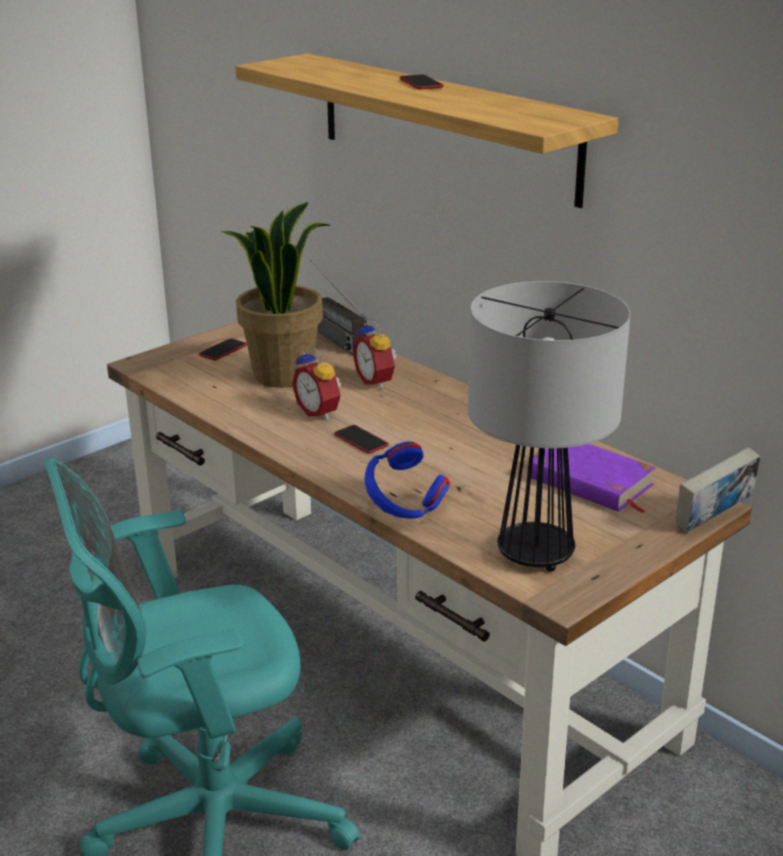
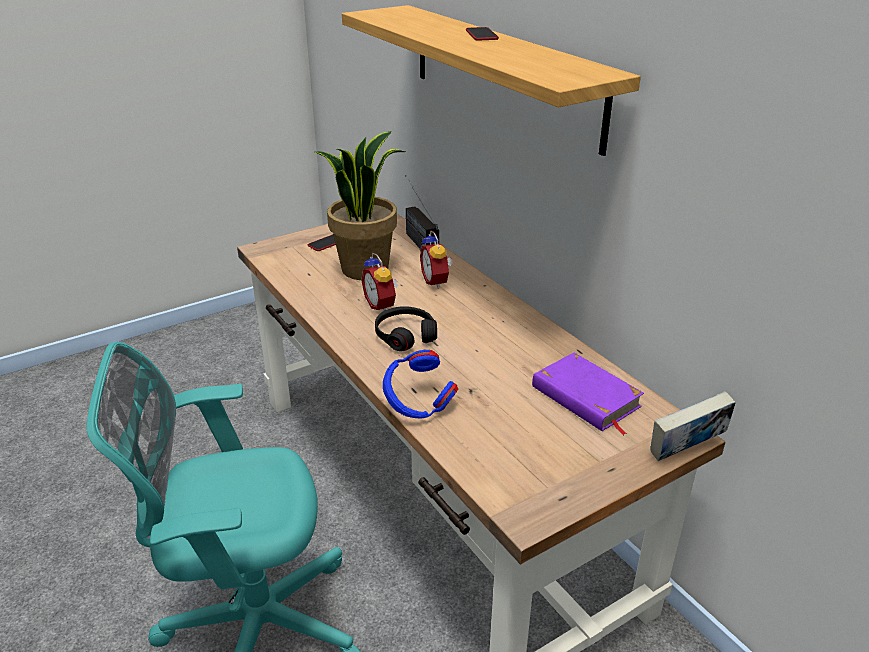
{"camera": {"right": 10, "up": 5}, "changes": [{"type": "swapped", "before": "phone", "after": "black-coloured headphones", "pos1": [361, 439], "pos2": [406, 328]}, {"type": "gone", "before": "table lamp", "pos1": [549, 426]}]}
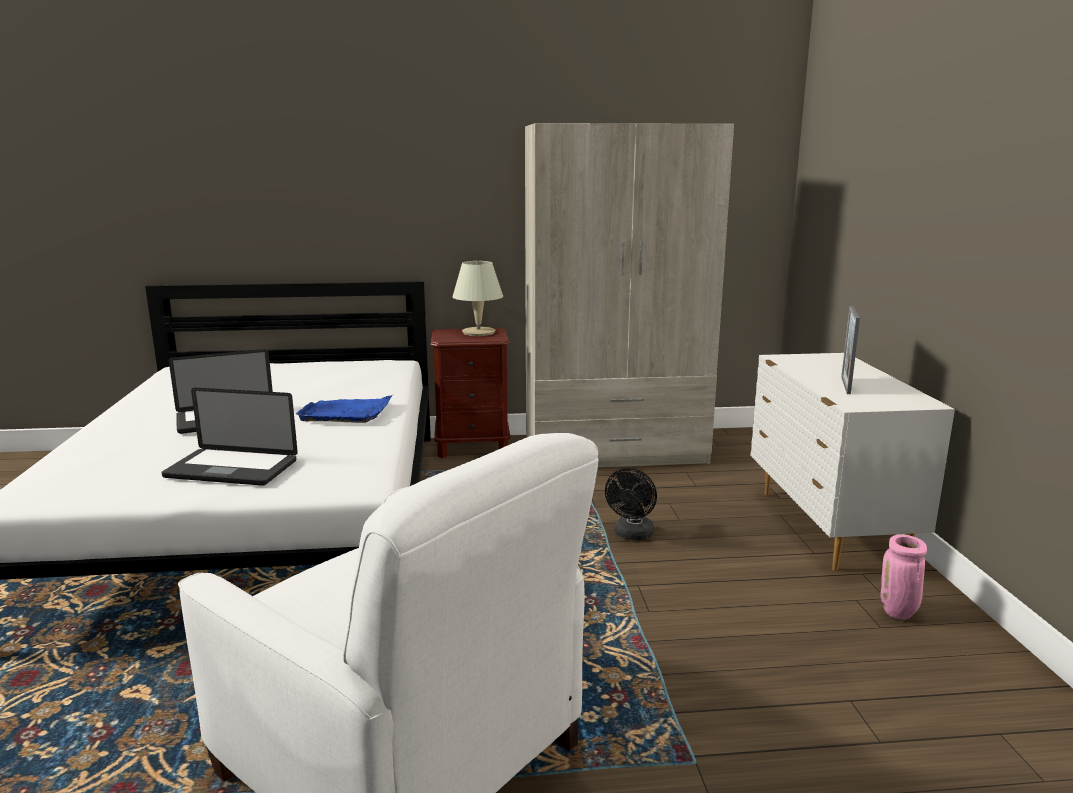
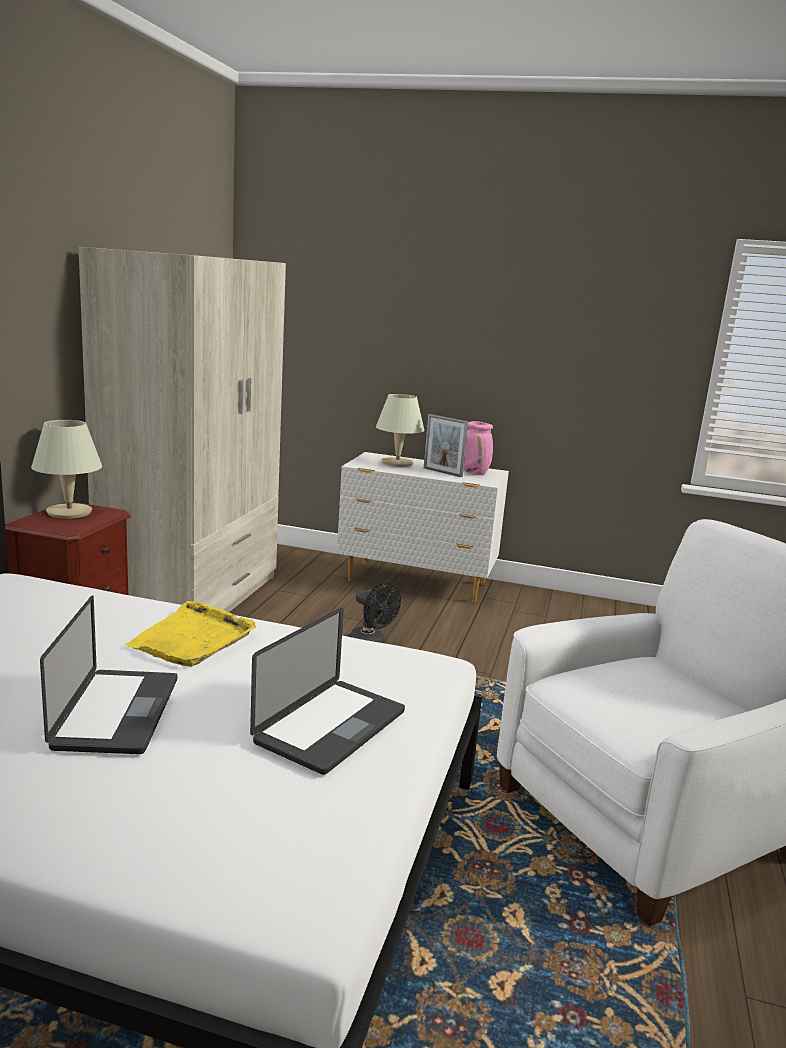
{"camera": {"right": -70, "up": 0}, "changes": [{"type": "repainted", "before": "blue tray", "after": "yellow-coloured tray", "pos1": [344, 409], "pos2": [190, 634]}, {"type": "shifted", "before": "pink flower vase", "pos1": [904, 577], "pos2": [478, 448]}, {"type": "new", "after": "sand-coloured table lamp", "pos2": [400, 430]}]}
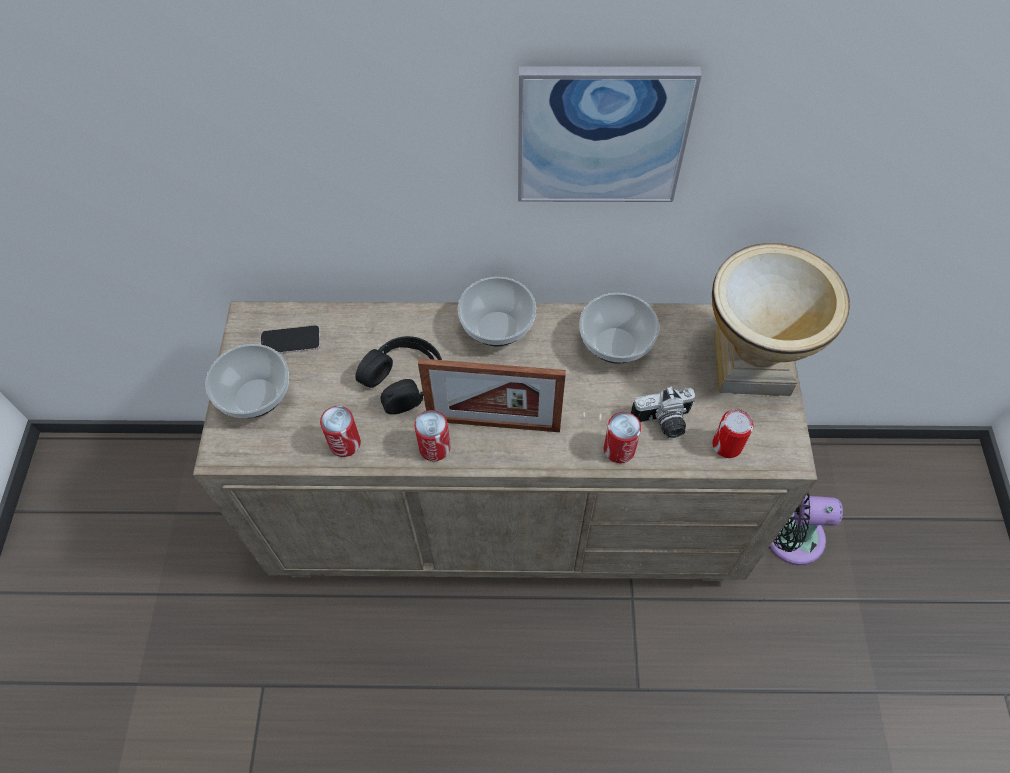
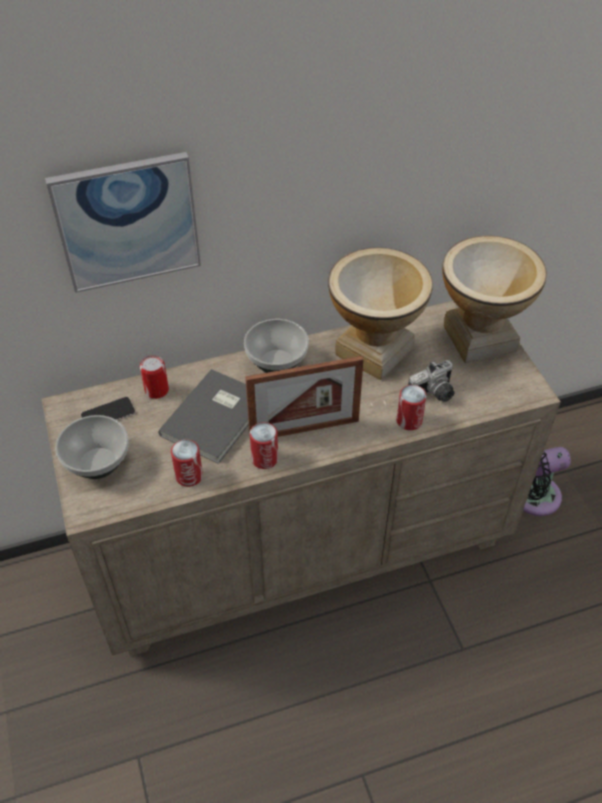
{"camera": {"right": -20, "up": -10}, "changes": [{"type": "swapped", "before": "black-coloured headphones", "after": "gray volume", "pos1": [399, 375], "pos2": [203, 416]}, {"type": "shifted", "before": "picture", "pos1": [610, 134], "pos2": [123, 222]}, {"type": "swapped", "before": "deep dish", "after": "flower vase", "pos1": [619, 328], "pos2": [380, 313]}, {"type": "shifted", "before": "sealed can", "pos1": [733, 433], "pos2": [154, 377]}]}
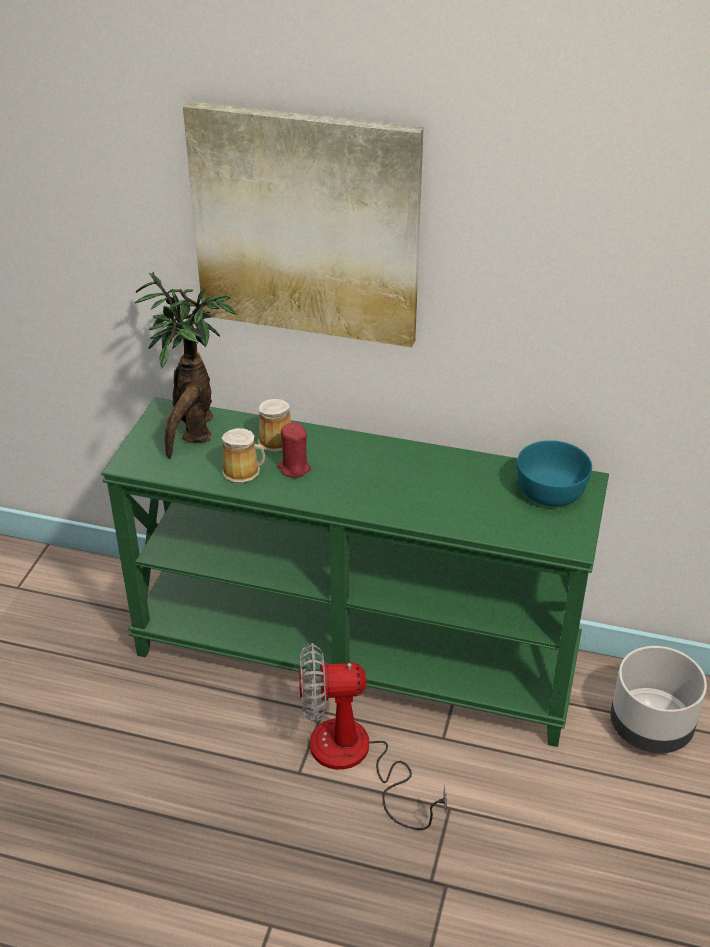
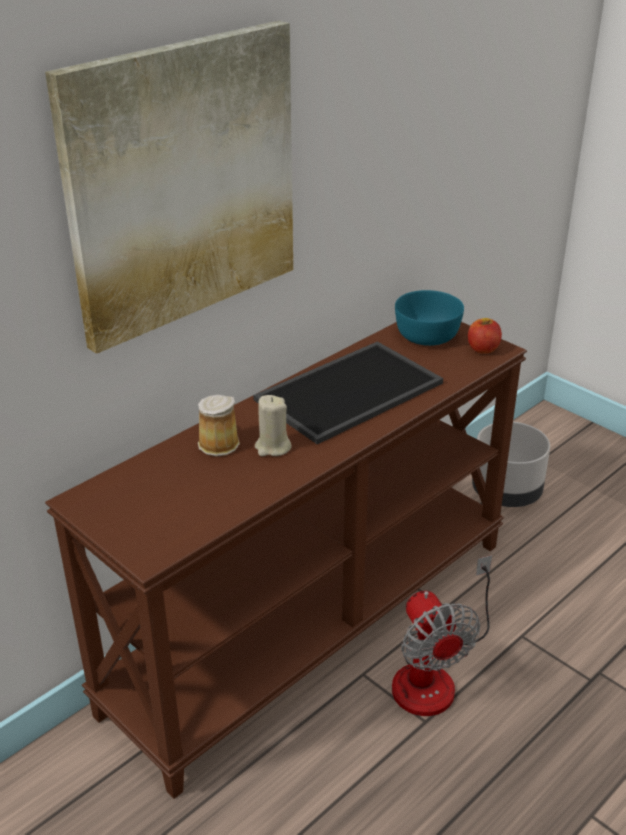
{"camera": {"right": -60, "up": -5}, "changes": [{"type": "repainted", "before": "green-coloured hall table", "after": "brownish hall table", "pos1": [355, 572], "pos2": [286, 560]}, {"type": "gone", "before": "plant in a pot", "pos1": [185, 365]}, {"type": "gone", "before": "mug", "pos1": [243, 455]}, {"type": "repainted", "before": "red candle", "after": "sand-coloured candle", "pos1": [294, 450], "pos2": [273, 425]}, {"type": "rotated", "before": "fan", "pos1": [373, 736], "pos2": [442, 635], "turn": -45}, {"type": "new", "after": "tray", "pos2": [348, 392]}, {"type": "new", "after": "whole apple", "pos2": [485, 336]}]}
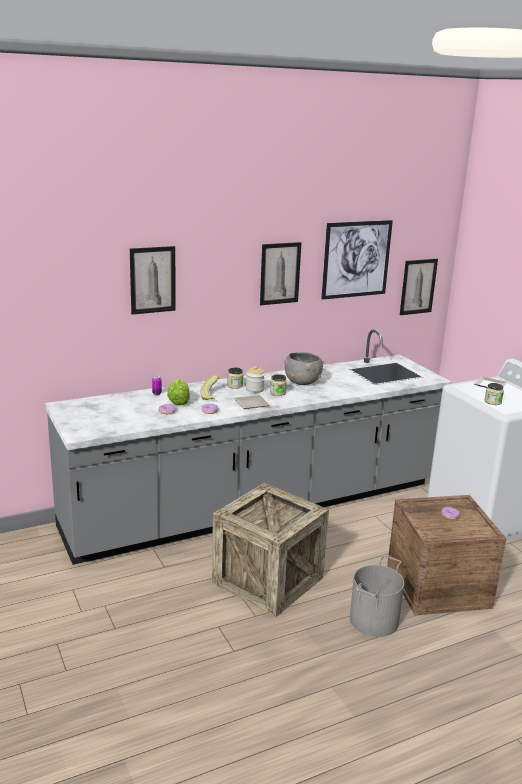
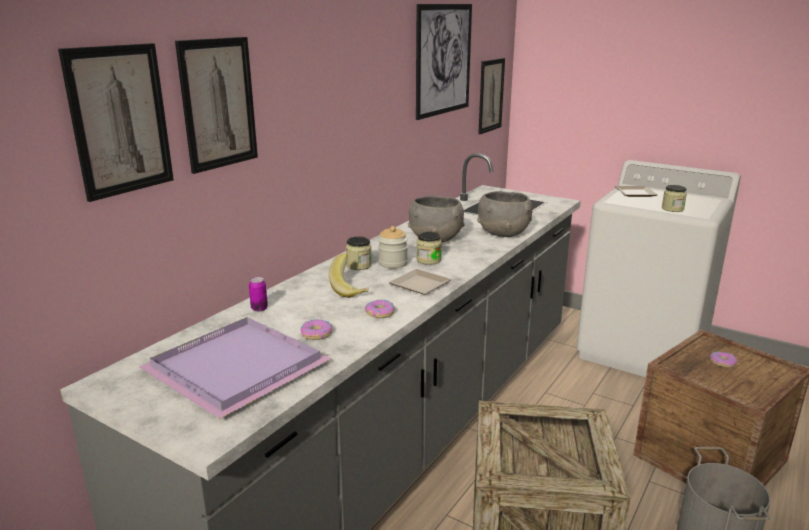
{"camera": {"right": -30, "up": 0}, "changes": [{"type": "gone", "before": "lettuce head", "pos1": [178, 392]}, {"type": "shifted", "before": "picture", "pos1": [280, 273], "pos2": [116, 122]}, {"type": "new", "after": "purple-coloured tray", "pos2": [236, 368]}, {"type": "new", "after": "gray deep dish", "pos2": [504, 214]}]}
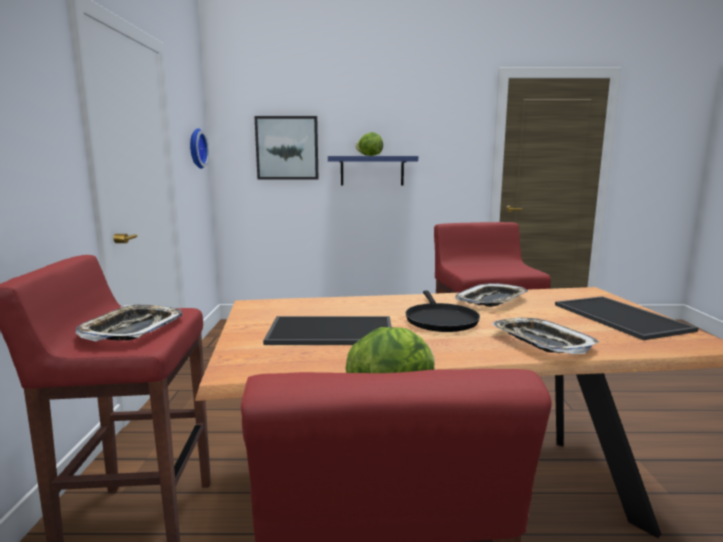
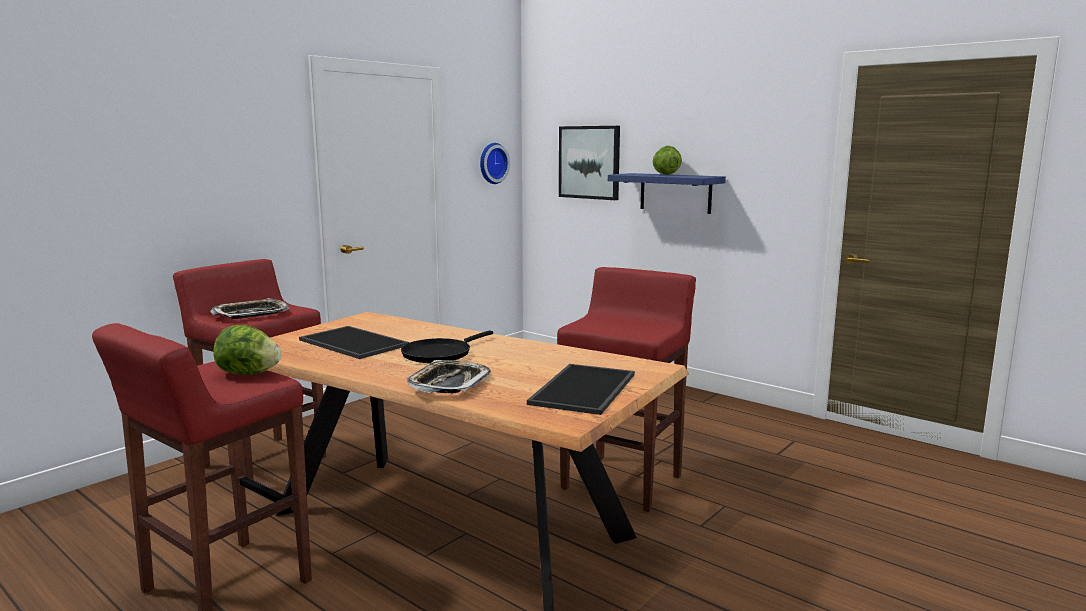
{"camera": {"right": 40, "up": 0}, "changes": [{"type": "gone", "before": "tray", "pos1": [491, 295]}]}
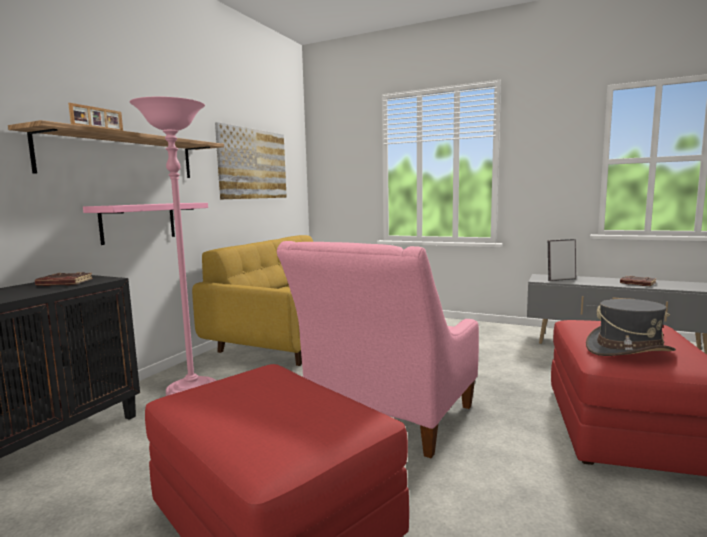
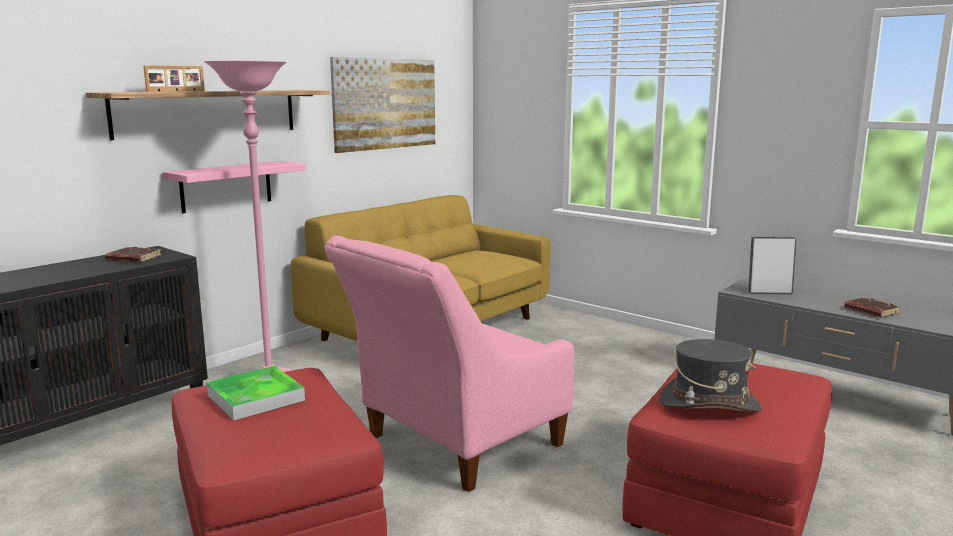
{"camera": {"right": 15, "up": 5}, "changes": [{"type": "new", "after": "tray", "pos2": [255, 393]}]}
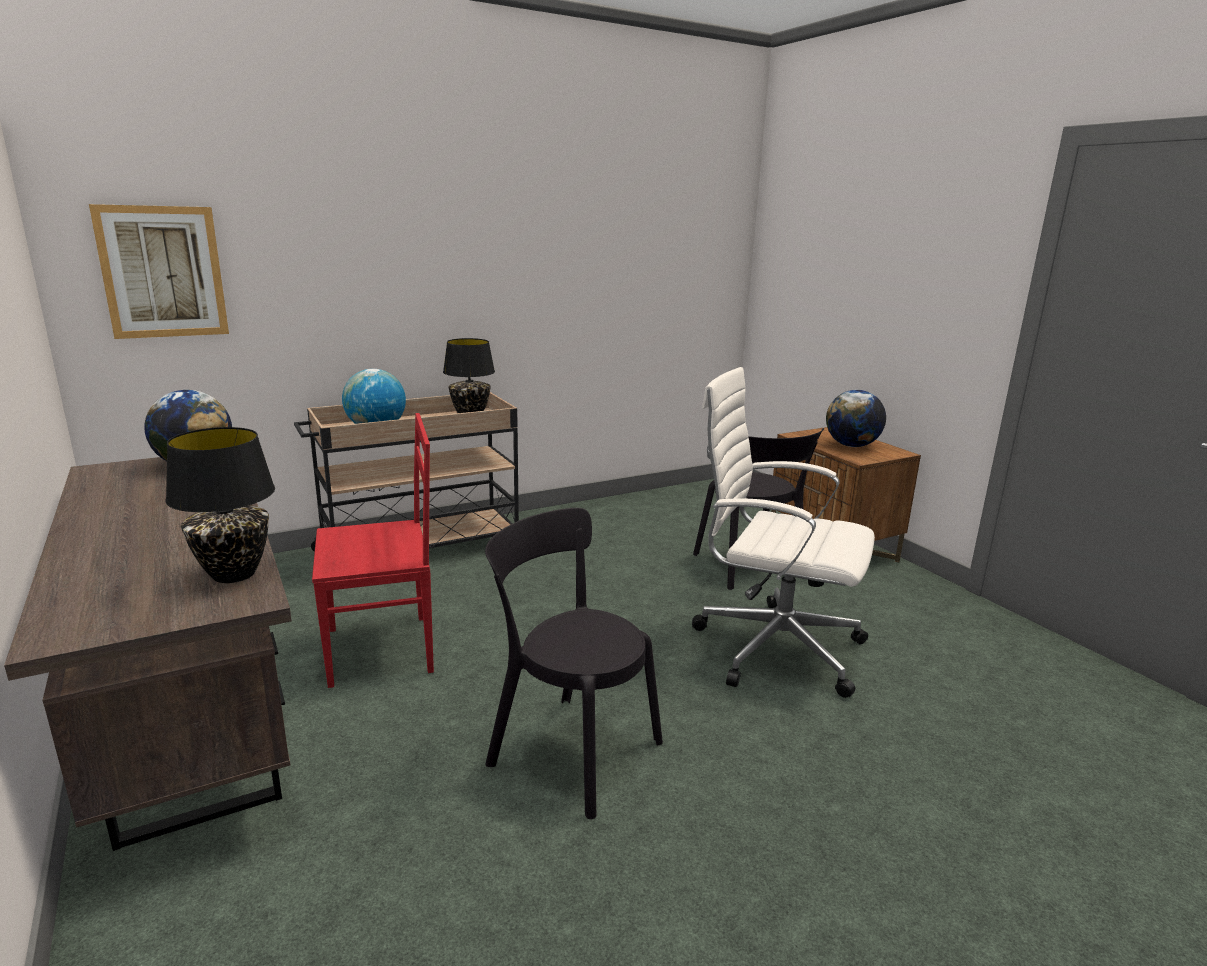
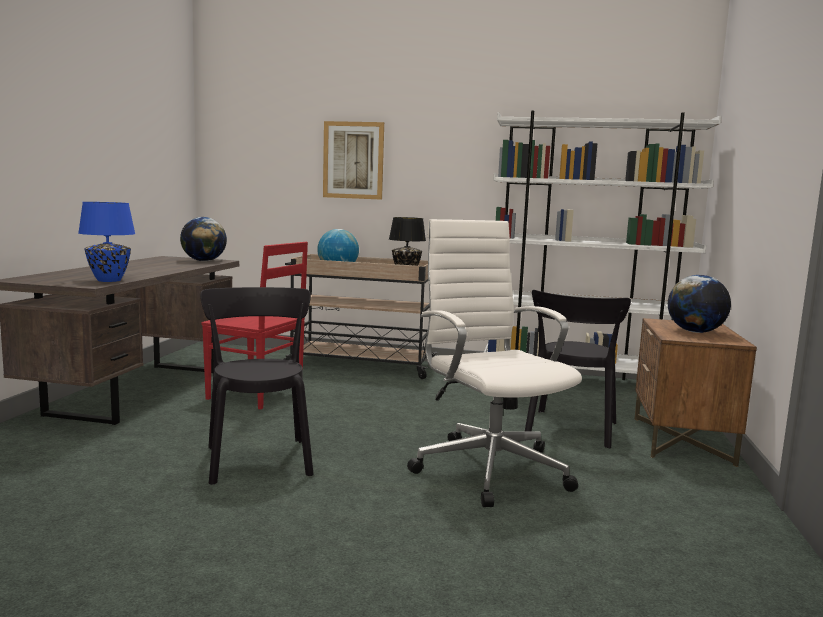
{"camera": {"right": 40, "up": -10}, "changes": [{"type": "shifted", "before": "picture", "pos1": [159, 271], "pos2": [353, 160]}, {"type": "repainted", "before": "black-coloured table lamp", "after": "blue table lamp", "pos1": [220, 505], "pos2": [107, 242]}, {"type": "new", "after": "white shelving unit", "pos2": [602, 245]}]}
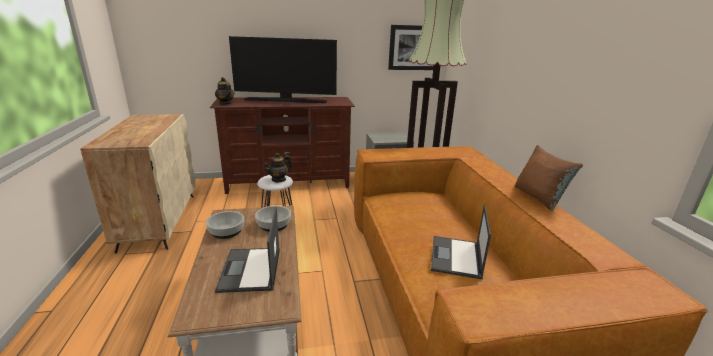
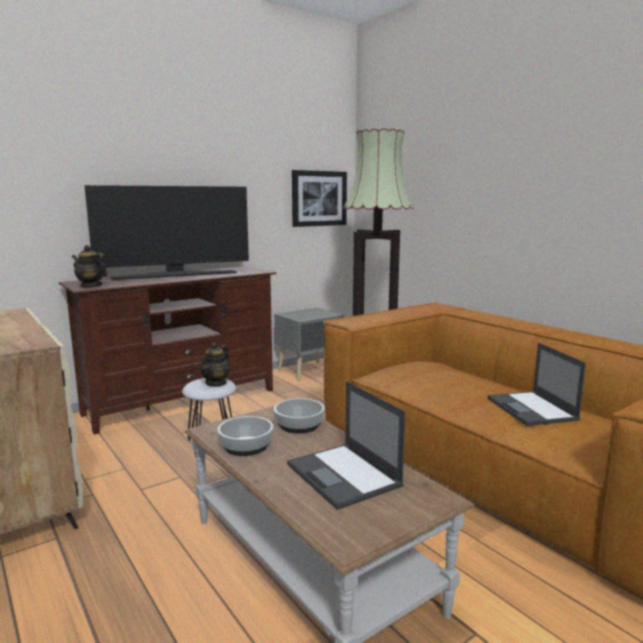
{"camera": {"right": -25, "up": -10}, "changes": [{"type": "gone", "before": "brownish pillow", "pos1": [549, 178]}]}
